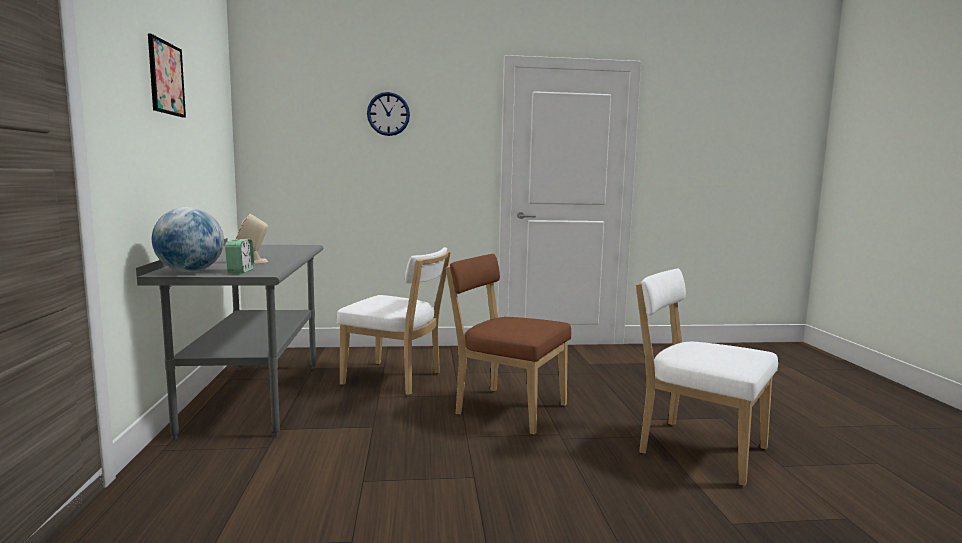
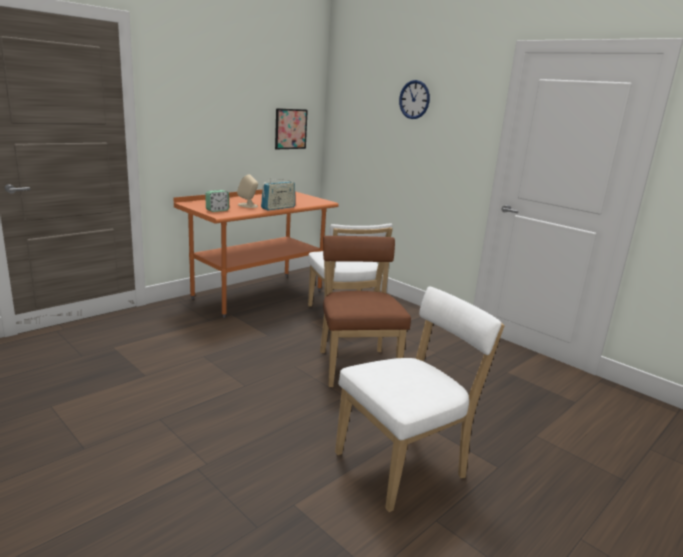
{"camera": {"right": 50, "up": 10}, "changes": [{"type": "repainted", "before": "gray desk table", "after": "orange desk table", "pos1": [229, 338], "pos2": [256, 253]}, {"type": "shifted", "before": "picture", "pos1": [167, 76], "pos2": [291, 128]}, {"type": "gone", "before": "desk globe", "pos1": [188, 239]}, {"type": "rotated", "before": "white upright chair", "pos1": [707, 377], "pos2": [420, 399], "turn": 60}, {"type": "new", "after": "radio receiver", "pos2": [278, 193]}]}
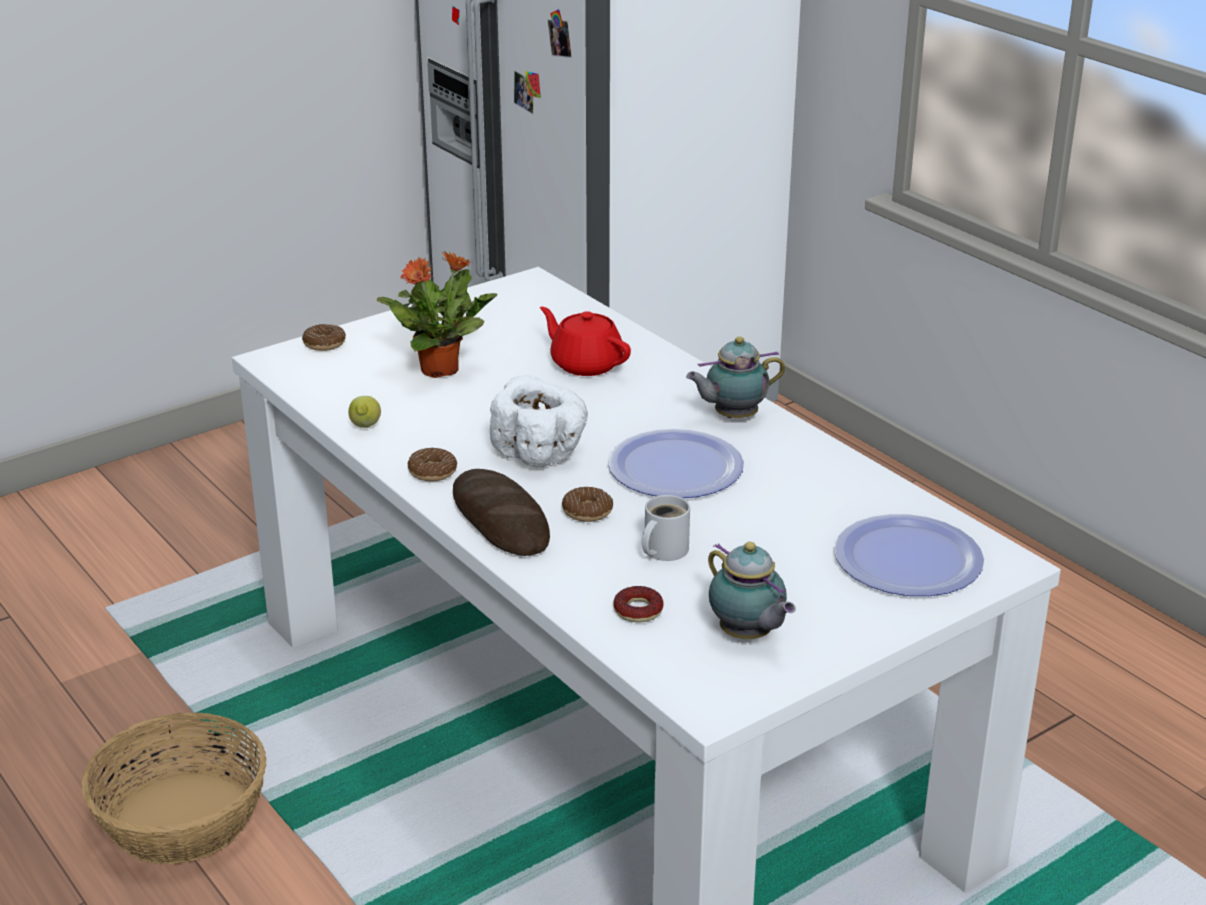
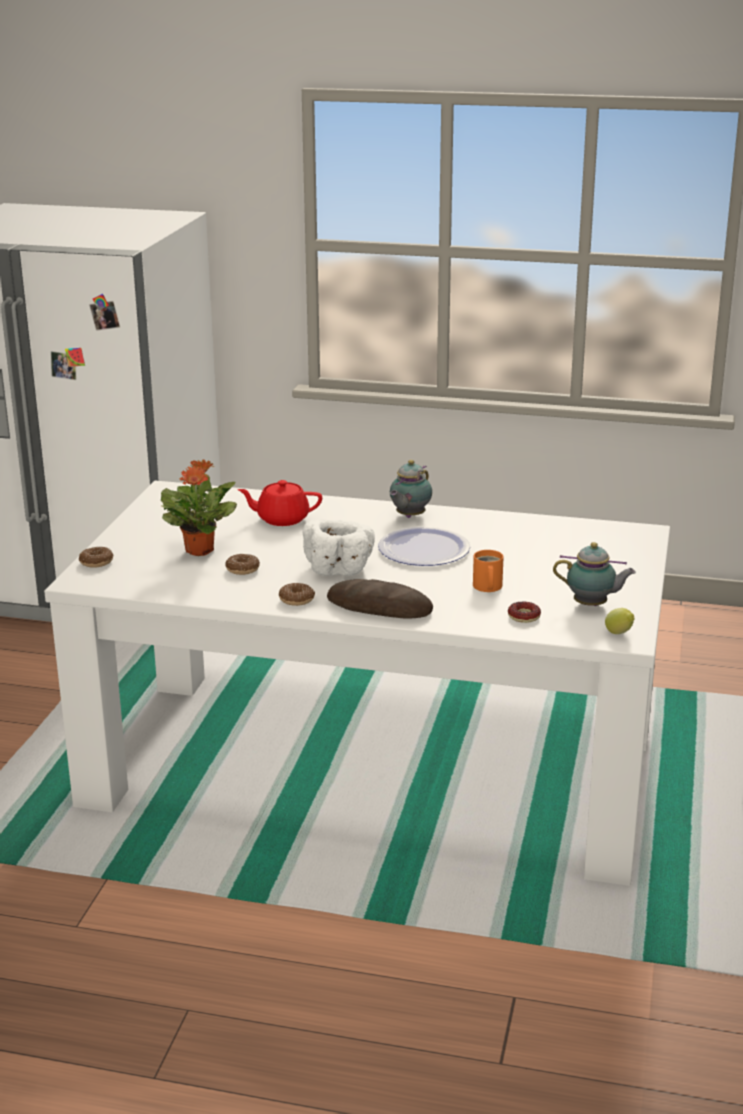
{"camera": {"right": -40, "up": -5}, "changes": [{"type": "gone", "before": "storage basket", "pos1": [174, 788]}, {"type": "shifted", "before": "whole lemon", "pos1": [365, 412], "pos2": [620, 621]}, {"type": "shifted", "before": "doughnut", "pos1": [587, 504], "pos2": [242, 564]}, {"type": "repainted", "before": "white mug", "after": "orange mug", "pos1": [666, 528], "pos2": [488, 571]}, {"type": "gone", "before": "dinner plate", "pos1": [909, 555]}]}
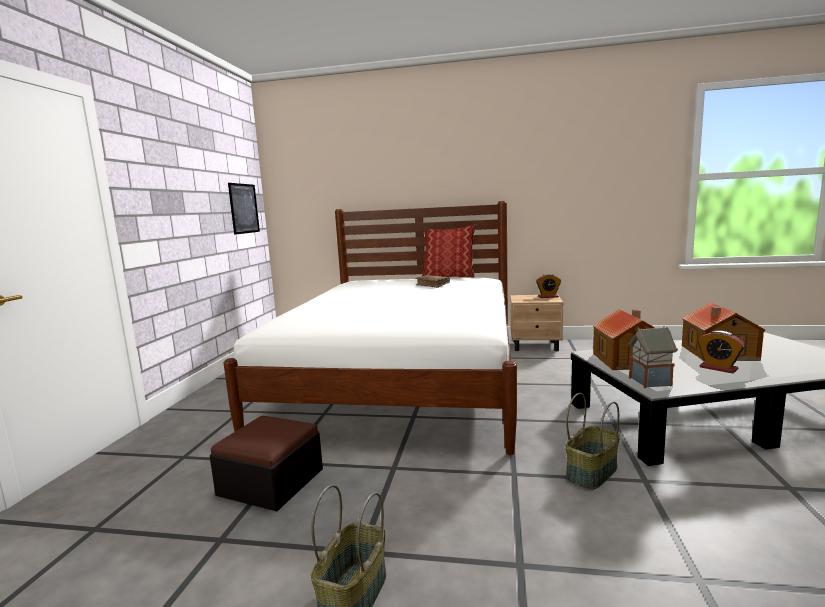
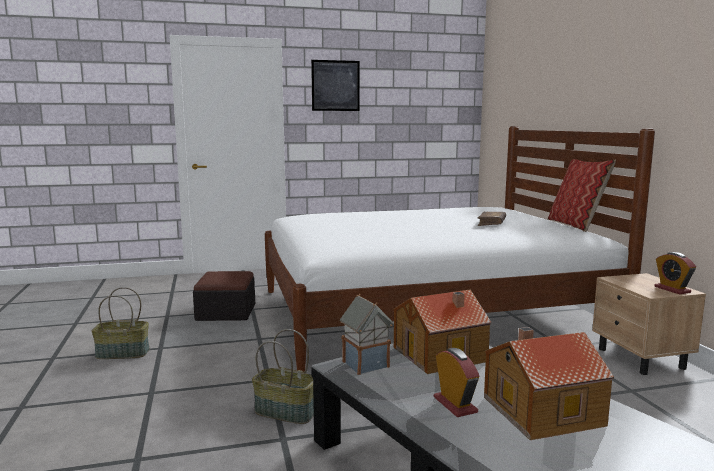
{"camera": {"right": 65, "up": 0}, "changes": [{"type": "shifted", "before": "picture", "pos1": [244, 209], "pos2": [335, 85]}, {"type": "rotated", "before": "alarm clock", "pos1": [721, 352], "pos2": [456, 382], "turn": 135}]}
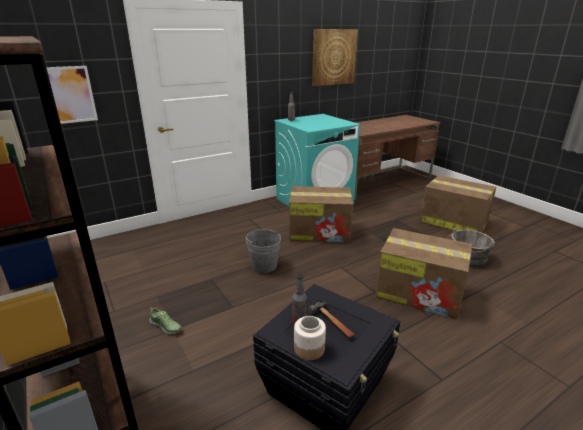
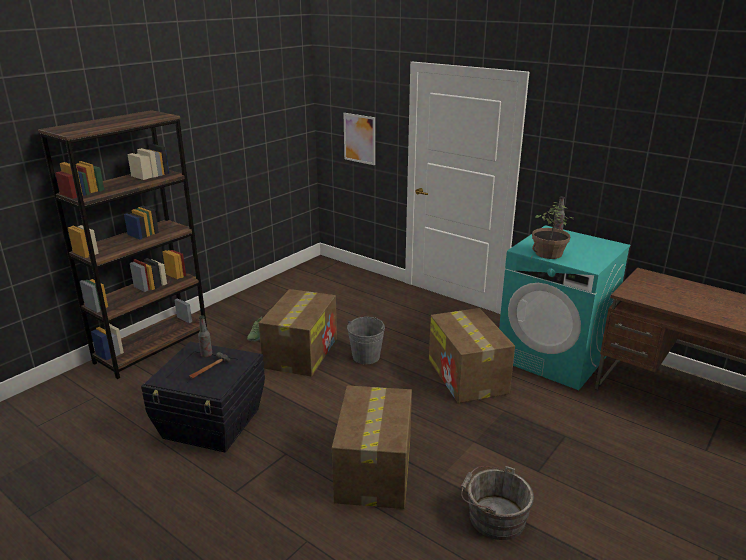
{"camera": {"right": 70, "up": 0}, "changes": [{"type": "gone", "before": "preserve jar", "pos1": [310, 338]}, {"type": "gone", "before": "picture", "pos1": [335, 57]}, {"type": "shifted", "before": "carton", "pos1": [458, 203], "pos2": [298, 333]}, {"type": "new", "after": "plant in a pot", "pos2": [553, 230]}]}
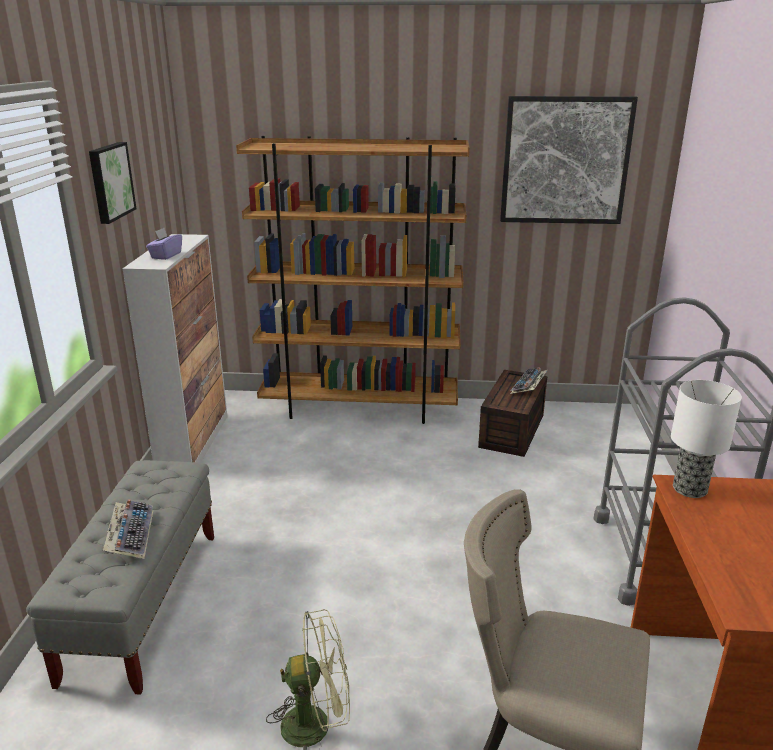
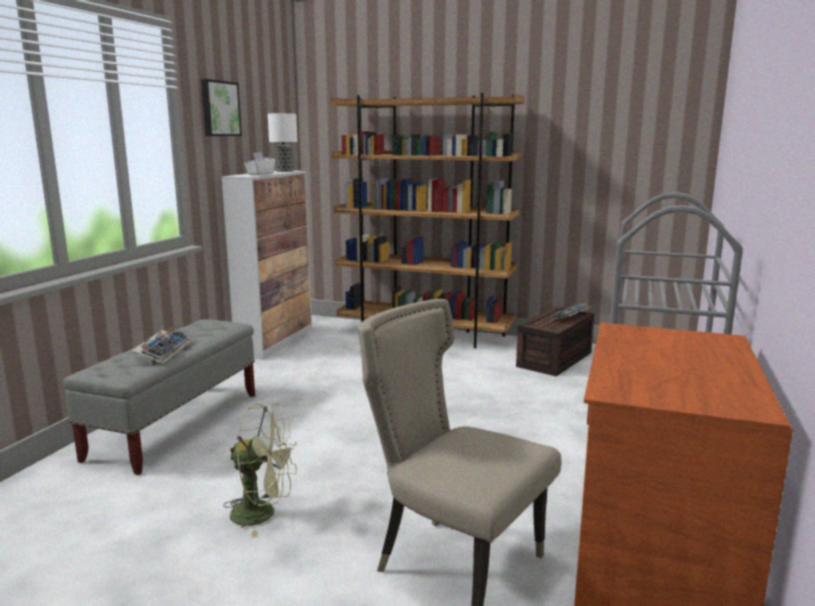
{"camera": {"right": 15, "up": -10}, "changes": [{"type": "repainted", "before": "purple-coloured box of tissues", "after": "white box of tissues", "pos1": [164, 244], "pos2": [260, 163]}, {"type": "gone", "before": "picture", "pos1": [569, 160]}, {"type": "shifted", "before": "table lamp", "pos1": [706, 439], "pos2": [282, 142]}]}
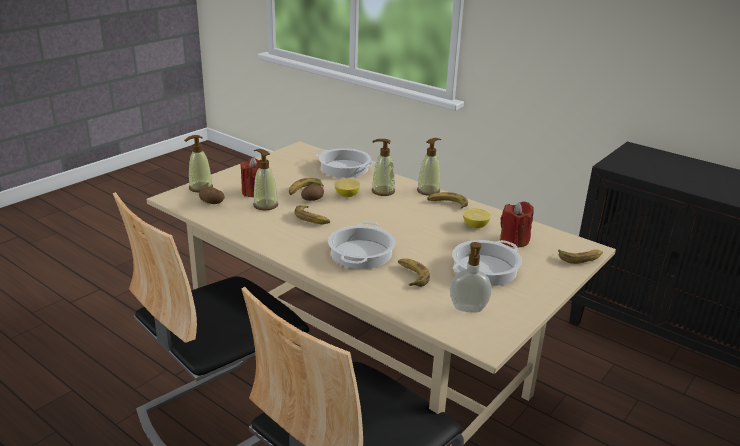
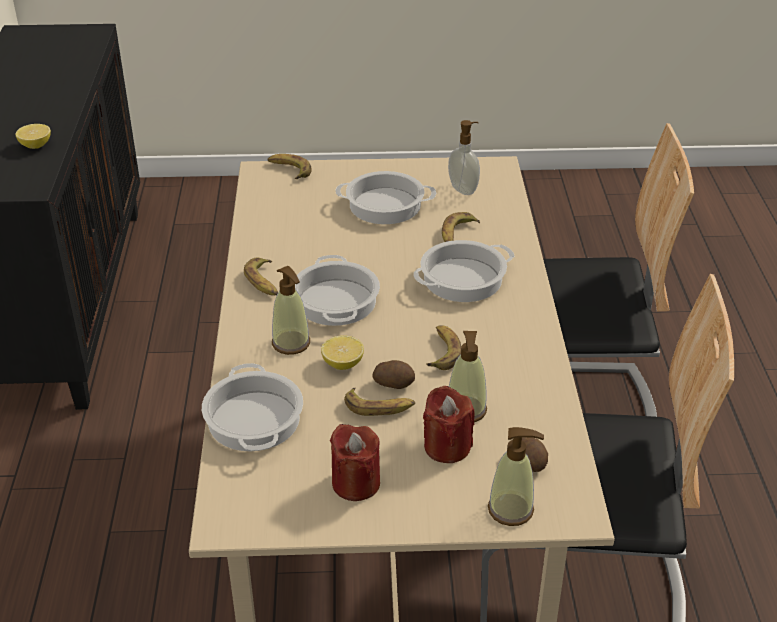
{"camera": {"right": -130, "up": 10}, "changes": [{"type": "gone", "before": "soap bottle", "pos1": [429, 167]}, {"type": "shifted", "before": "whole lemon", "pos1": [477, 218], "pos2": [33, 136]}, {"type": "shifted", "before": "red candle", "pos1": [517, 224], "pos2": [355, 462]}, {"type": "new", "after": "cooking pot", "pos2": [337, 290]}]}
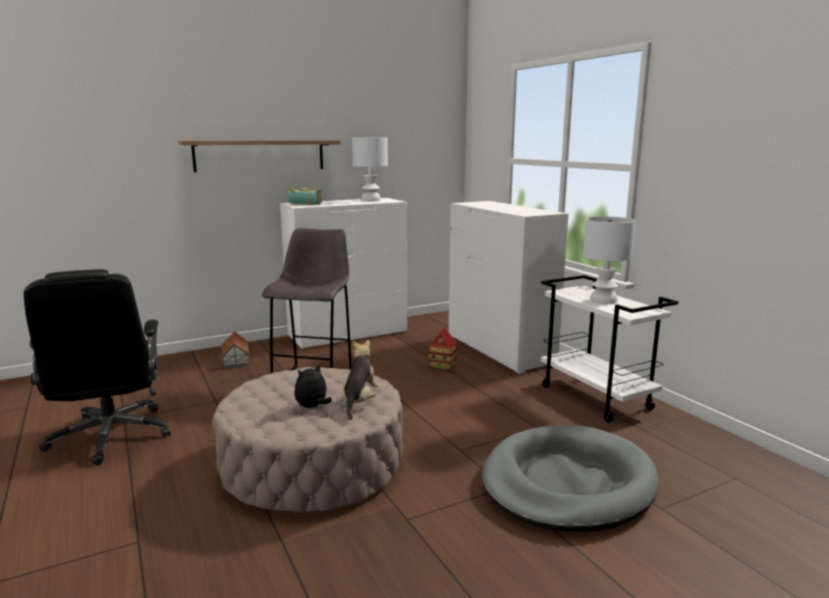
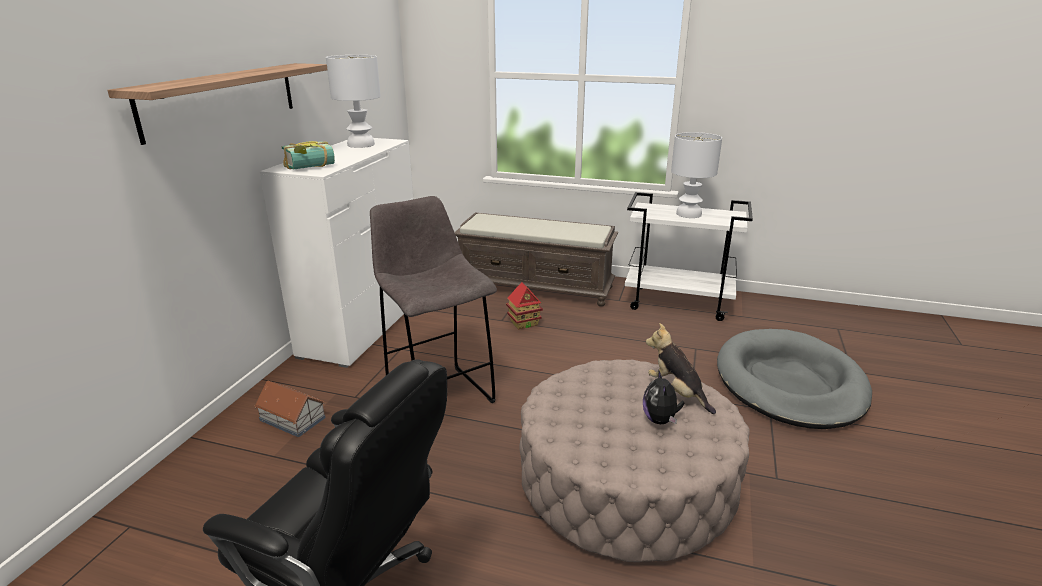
{"camera": {"right": -45, "up": 10}, "changes": [{"type": "swapped", "before": "white dresser", "after": "brownish bench", "pos1": [508, 287], "pos2": [536, 259]}]}
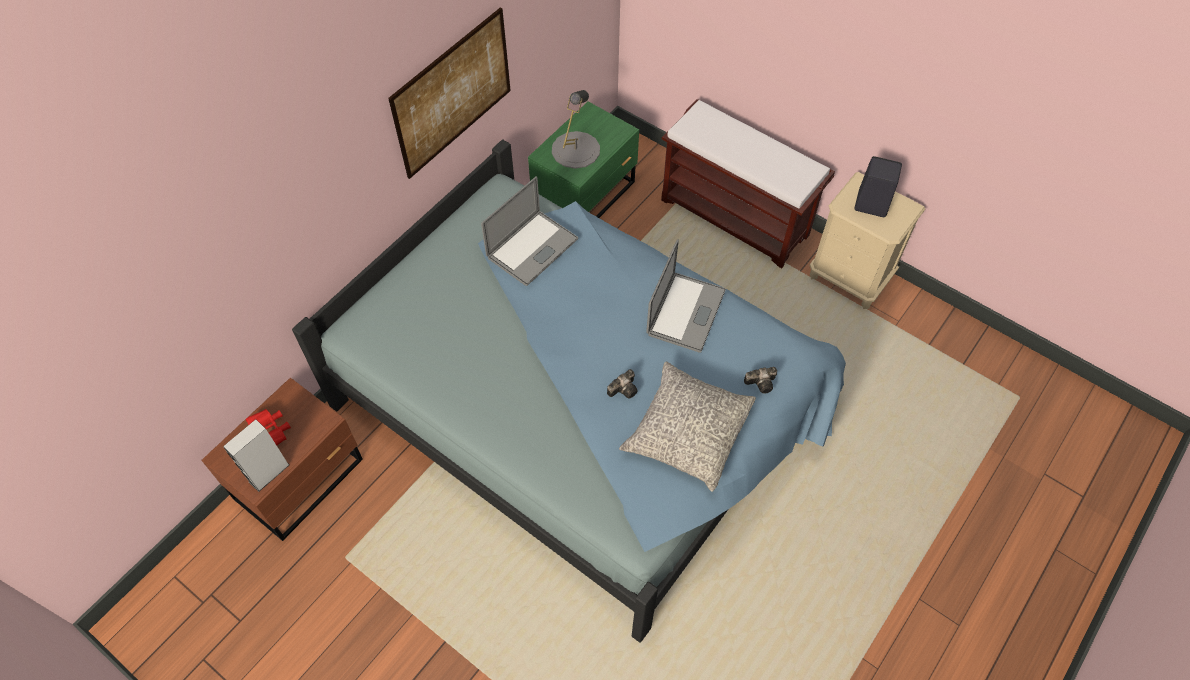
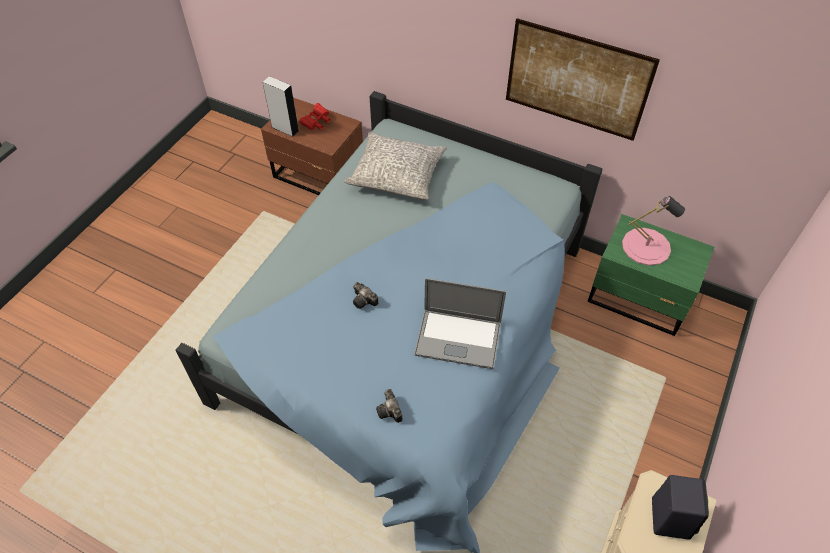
{"camera": {"right": 80, "up": -5}, "changes": [{"type": "gone", "before": "portable computer", "pos1": [529, 231]}, {"type": "repainted", "before": "gray table lamp", "after": "pink table lamp", "pos1": [576, 129], "pos2": [653, 231]}, {"type": "shifted", "before": "gray pillow", "pos1": [687, 426], "pos2": [395, 166]}, {"type": "gone", "before": "brownish bench", "pos1": [748, 183]}]}
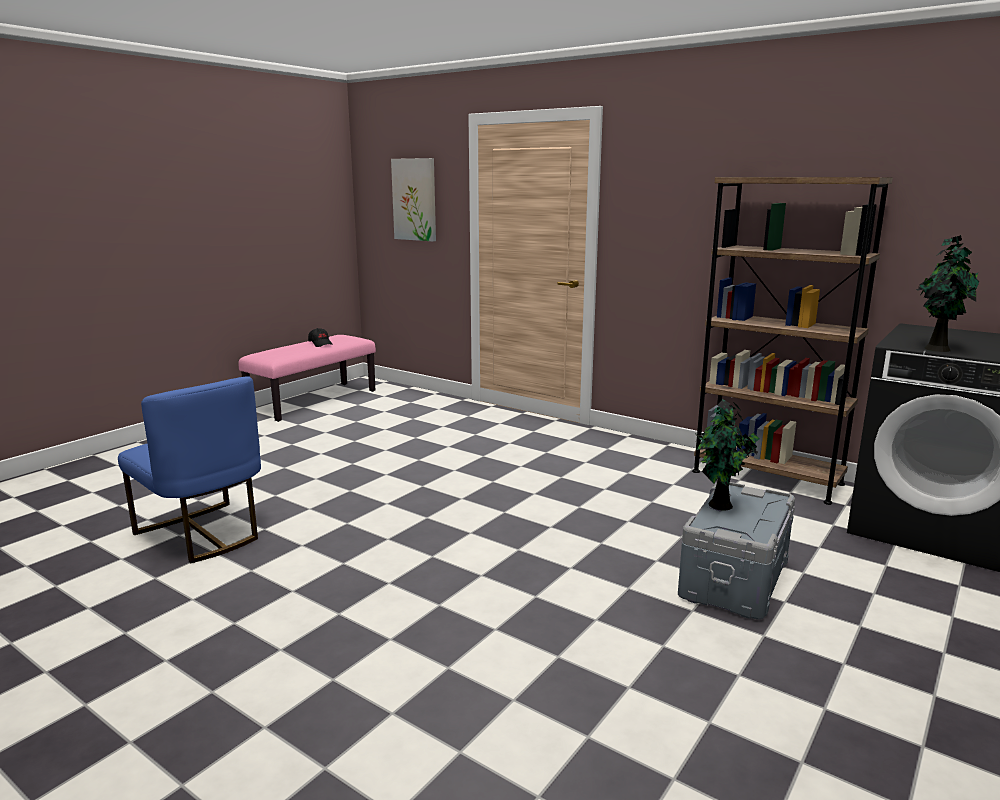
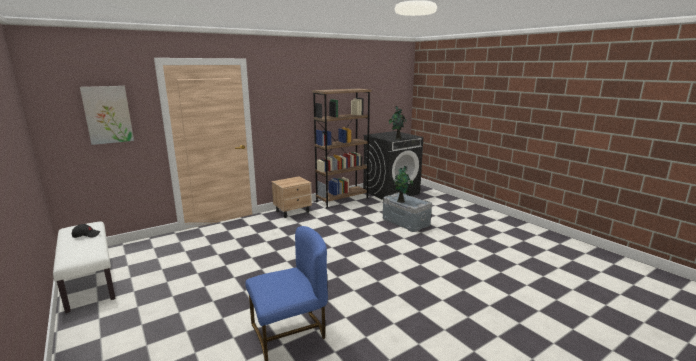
{"camera": {"right": -70, "up": 0}, "changes": [{"type": "repainted", "before": "pink bench", "after": "white bench", "pos1": [307, 378], "pos2": [84, 267]}, {"type": "new", "after": "sand-coloured nightstand", "pos2": [292, 197]}]}
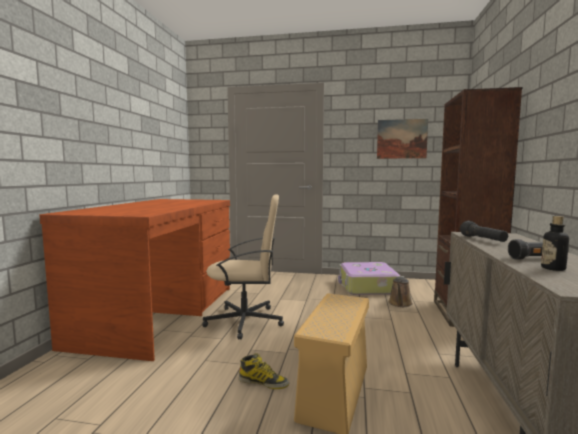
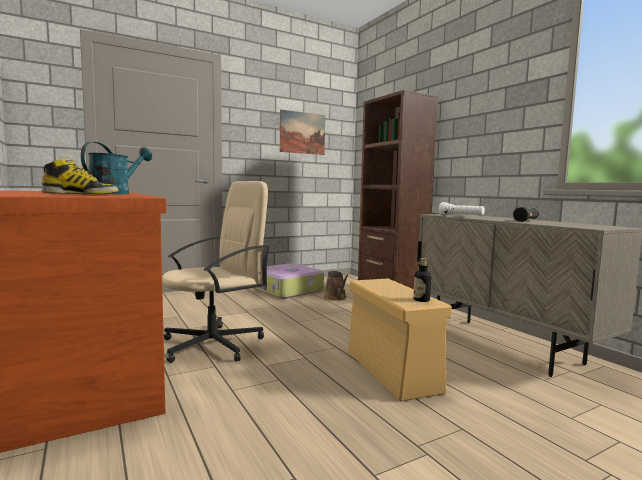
{"camera": {"right": -40, "up": 0}, "changes": [{"type": "shifted", "before": "tall boot", "pos1": [264, 371], "pos2": [80, 176]}, {"type": "repainted", "before": "black-coloured flashlight", "after": "white flashlight", "pos1": [484, 231], "pos2": [462, 209]}, {"type": "shifted", "before": "beverage bottle", "pos1": [555, 243], "pos2": [422, 280]}, {"type": "new", "after": "turquoise-coloured watering can", "pos2": [116, 168]}]}
